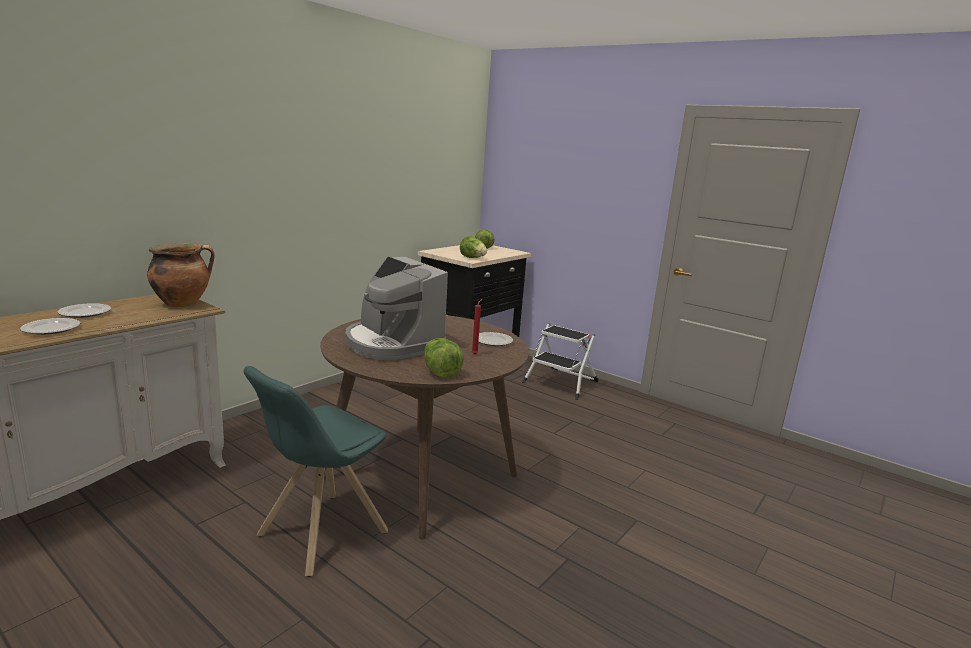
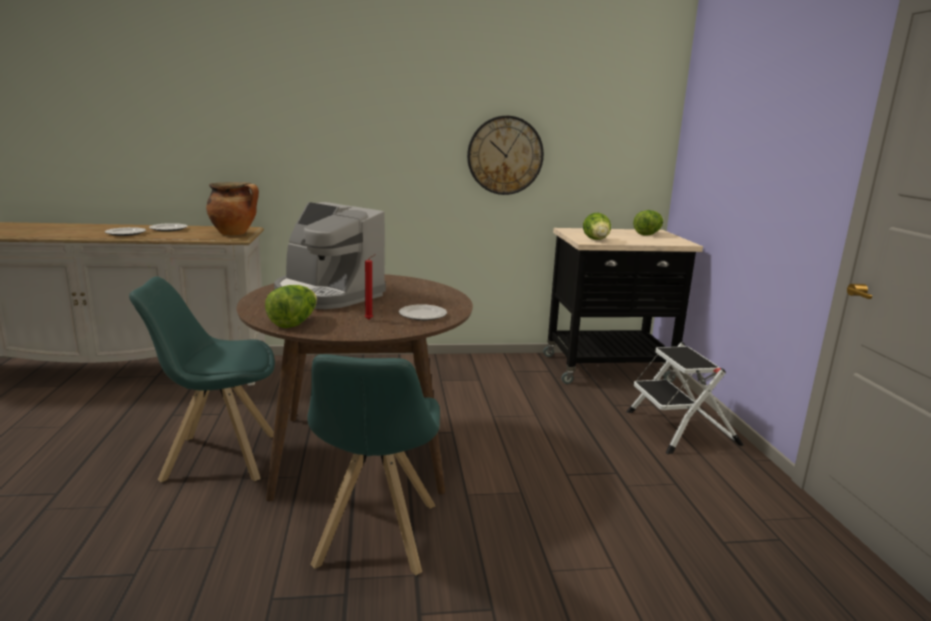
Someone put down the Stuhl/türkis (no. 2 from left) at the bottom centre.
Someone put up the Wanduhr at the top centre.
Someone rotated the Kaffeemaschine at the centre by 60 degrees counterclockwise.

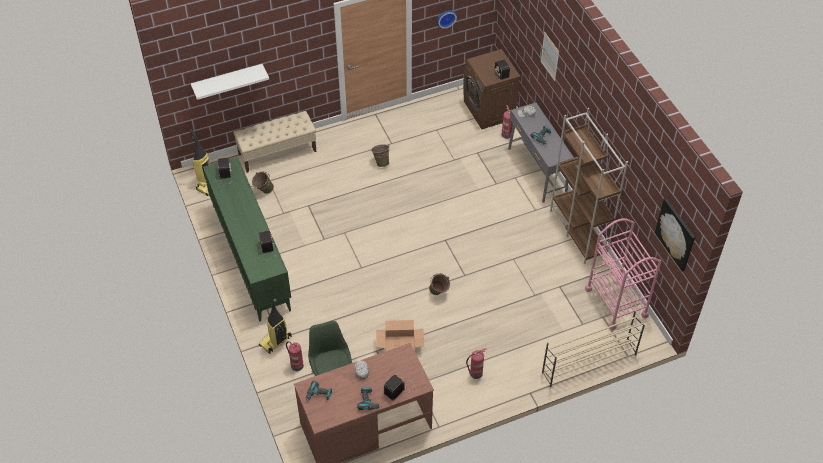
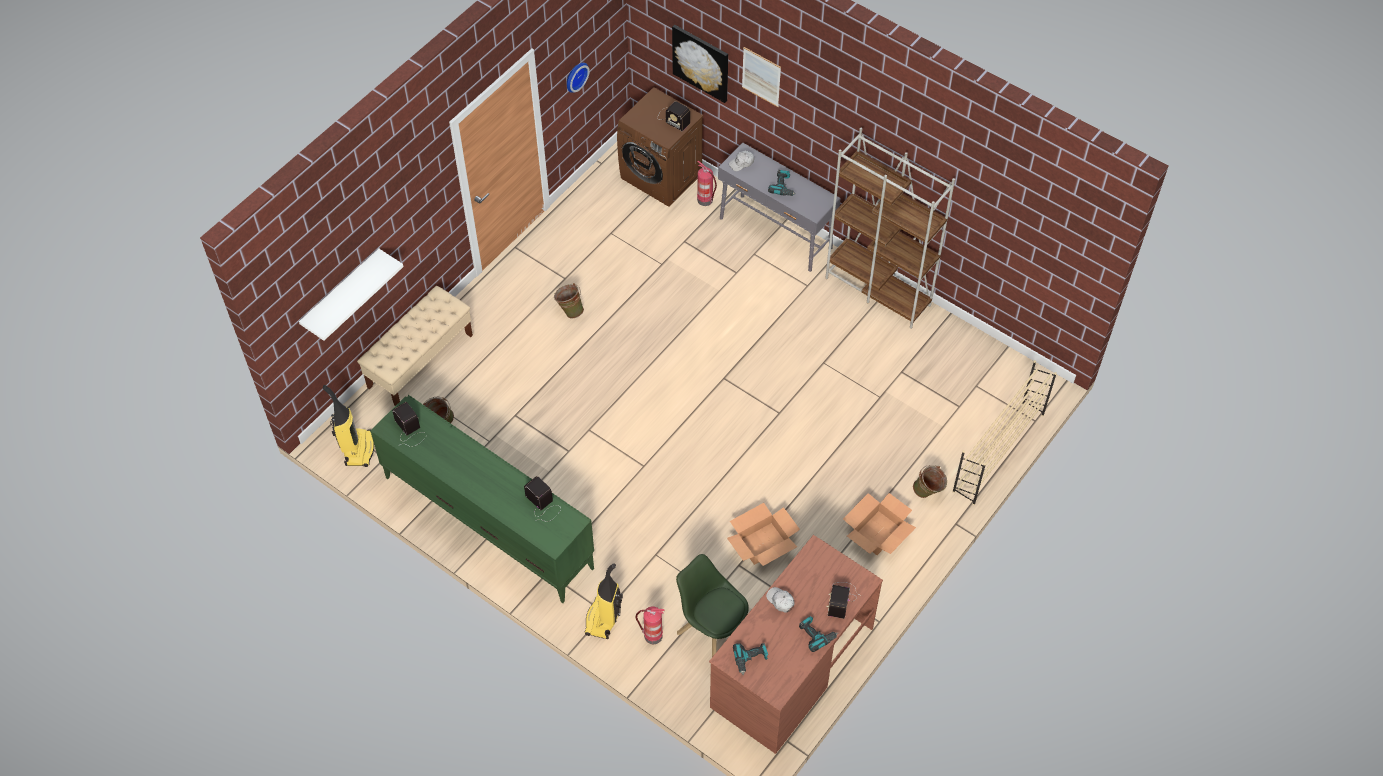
Someone took away the Rollwagen/rosa at the middle right.
Someone carried the Eimer/grün (no. 3 from left) from the centre to the middle right.
Someone carried the Bild (no. 2 from left in the first image) from the middle right to the top centre.
Someone swapped the Feuerlöscher (no. 2 from left) at the bottom centre for the Karton (no. 2 from left) at the bottom centre.

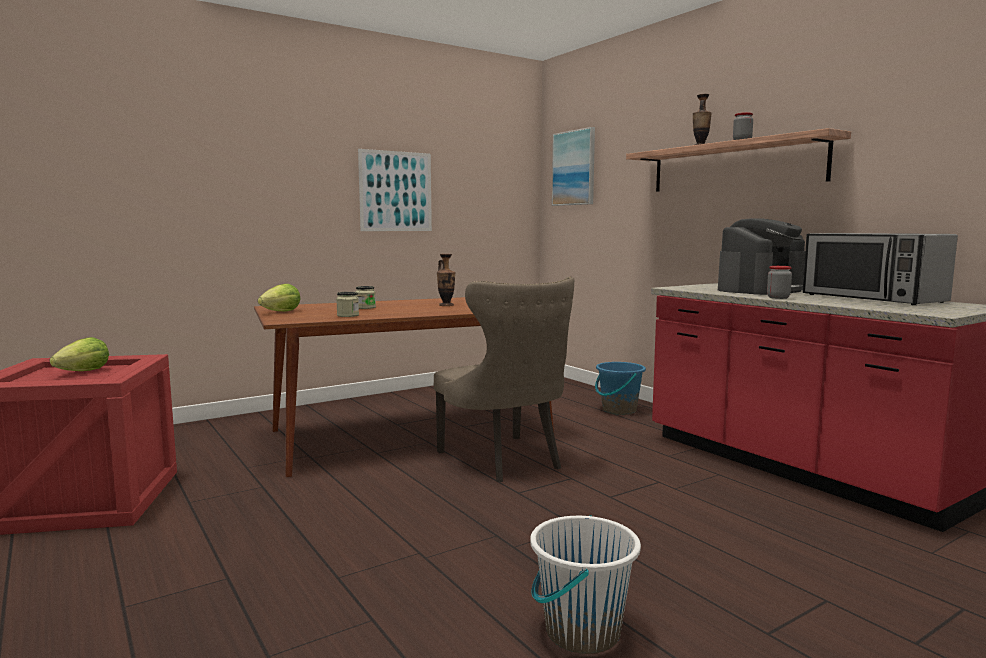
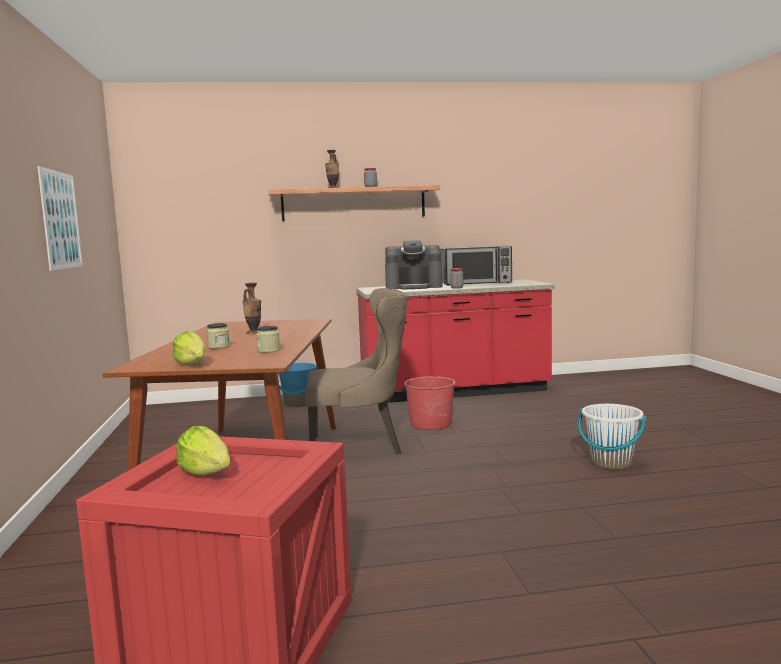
Someone took away the Bild (no. 2 from left) at the top centre.
Someone put down the Eimer/rot at the centre.
Someone rotated the Kaffeemaschine at the middle right by 105 degrees clockwise.

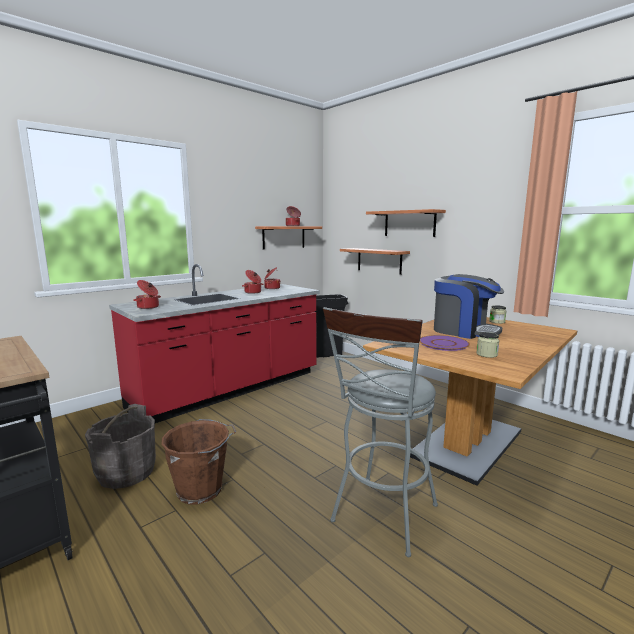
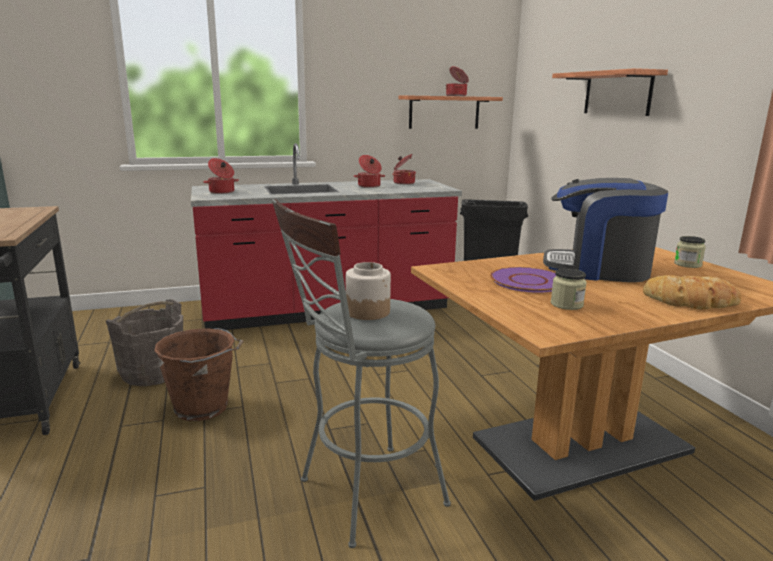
Someone took away the Wandregal (no. 2 from left) at the centre.
Someone put down the Vorratsglas (no. 1 from left) at the centre.
Someone put down the Brot at the middle right.
Someone rotated the Kaffeemaschine at the middle right by 135 degrees clockwise.

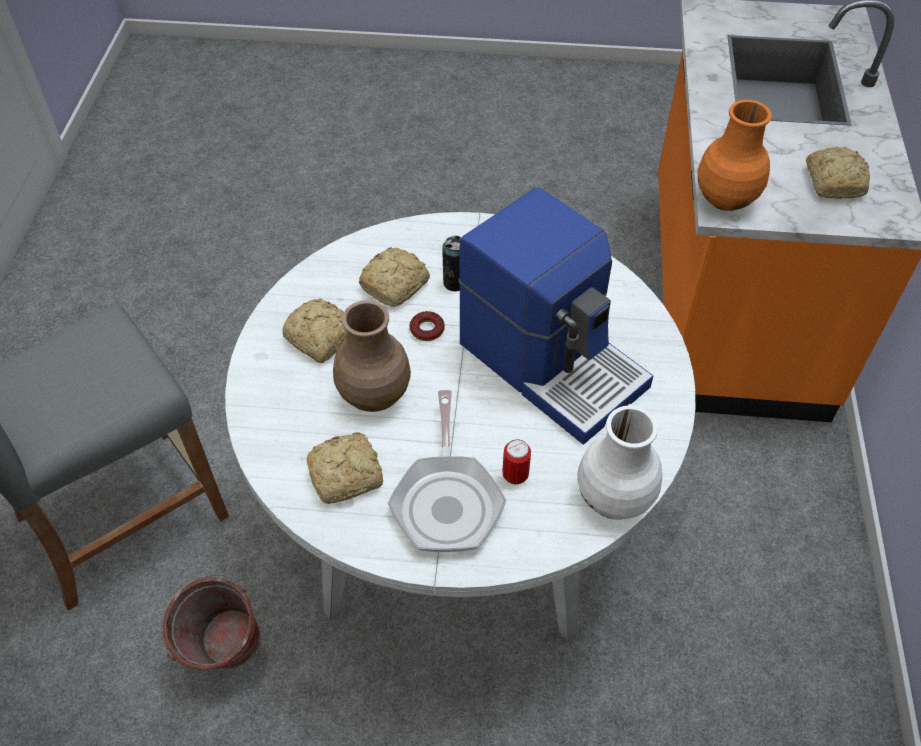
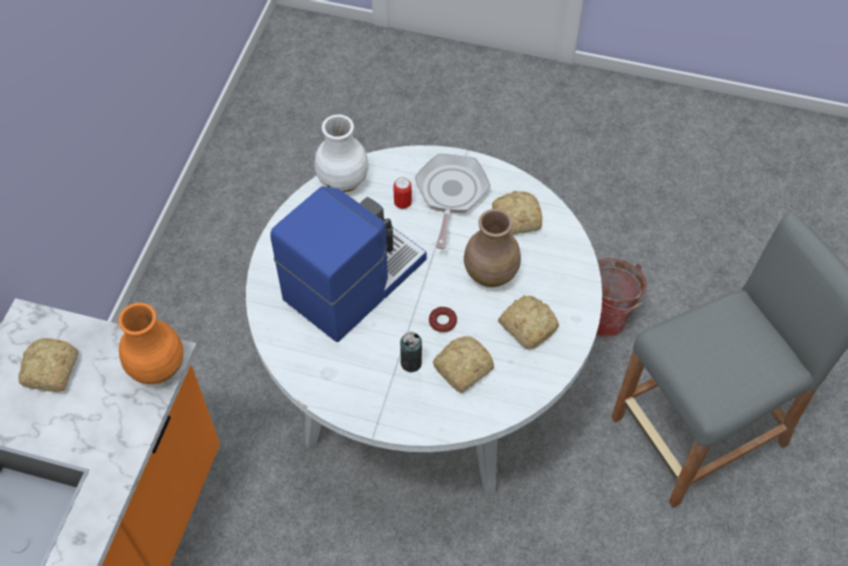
Someone rotated the Kaffeemaschine at the centre by 75 degrees clockwise.

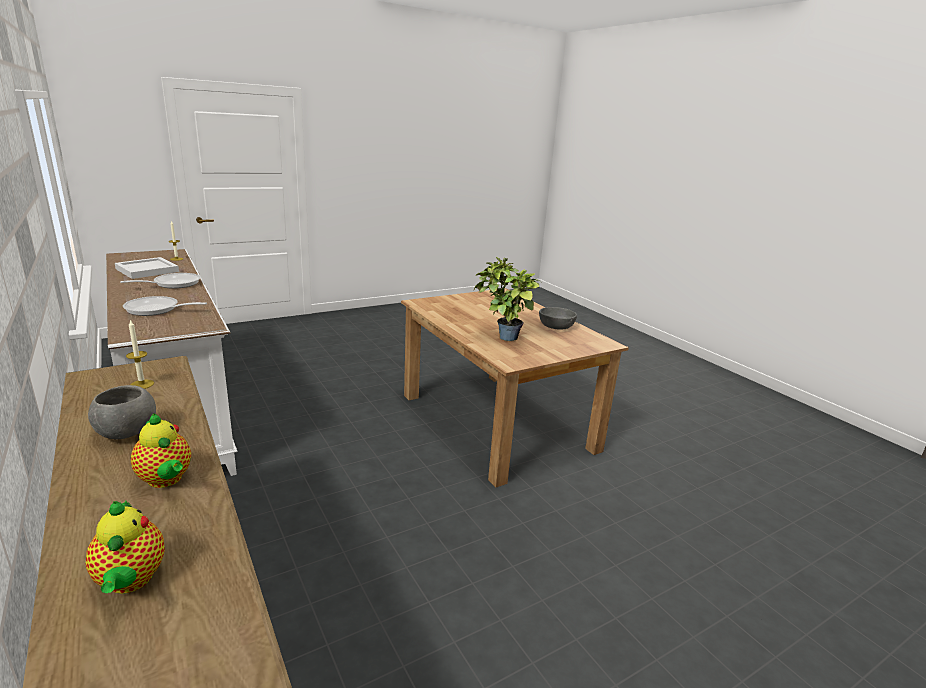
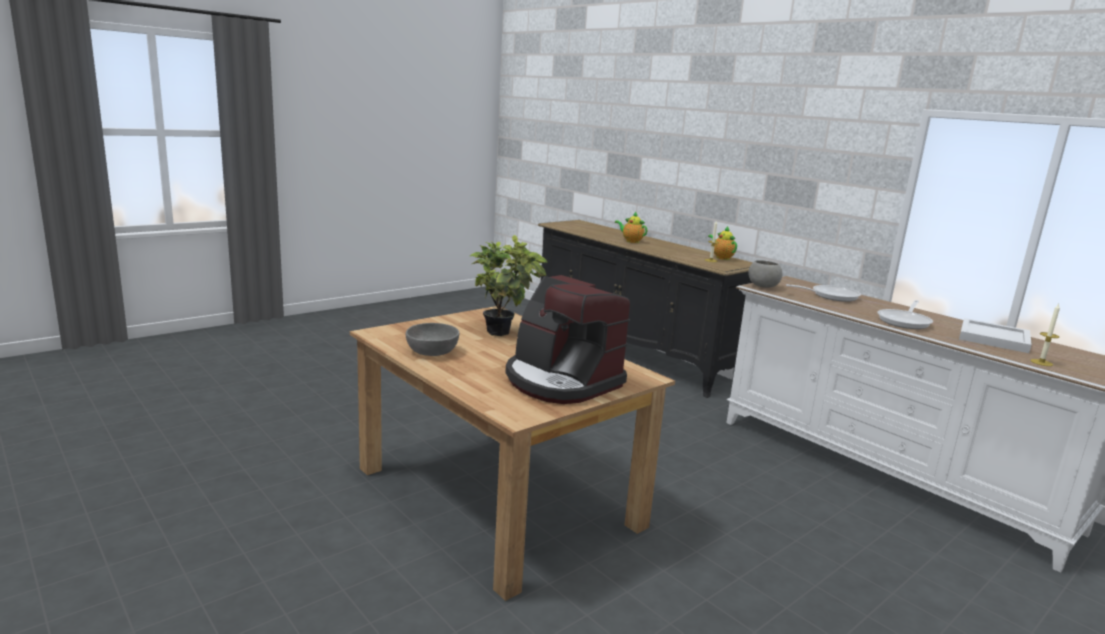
Someone put down the Kaffeemaschine at the centre.
Someone carried the Teekanne (no. 1 from left in the first image) from the bottom left to the centre.
Someone carried the Schüssel/grau (no. 1 from left in the first image) from the middle left to the middle right.

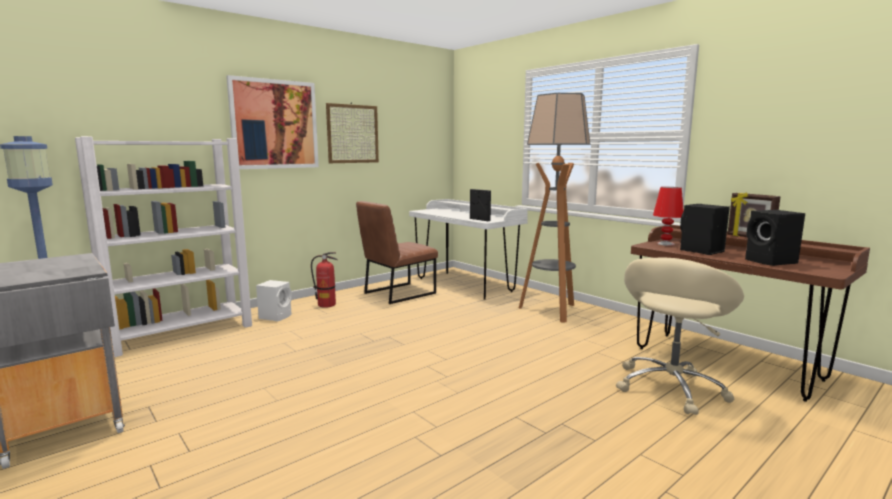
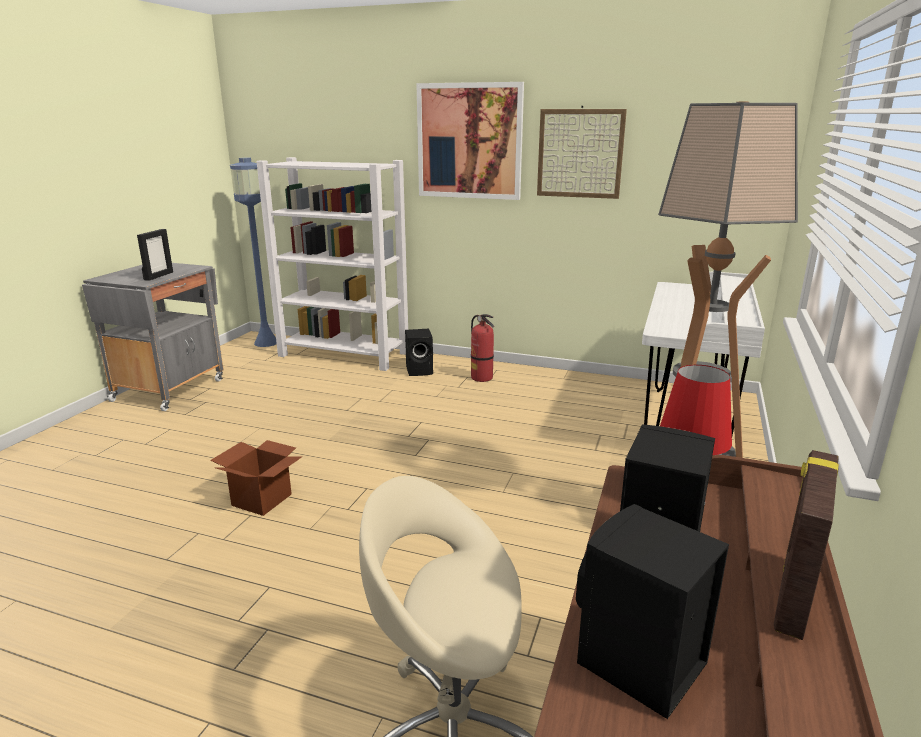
Someone took away the Stuhl/braun at the centre.
Someone put down the Karton at the middle left.
Someone carried the Bilderrahmen (no. 1 from left) from the centre to the middle left.
Someone repainted the Lautsprecher/weiß at the middle left, which became the Lautsprecher/schwarz (no. 1 from left) at the centre.

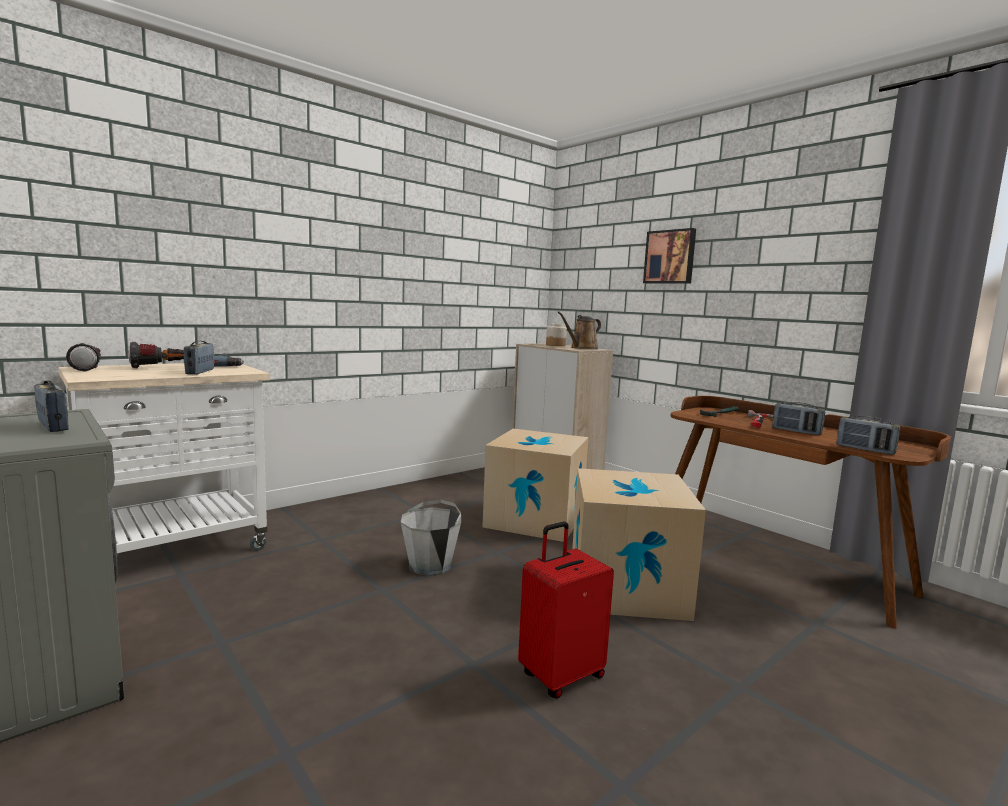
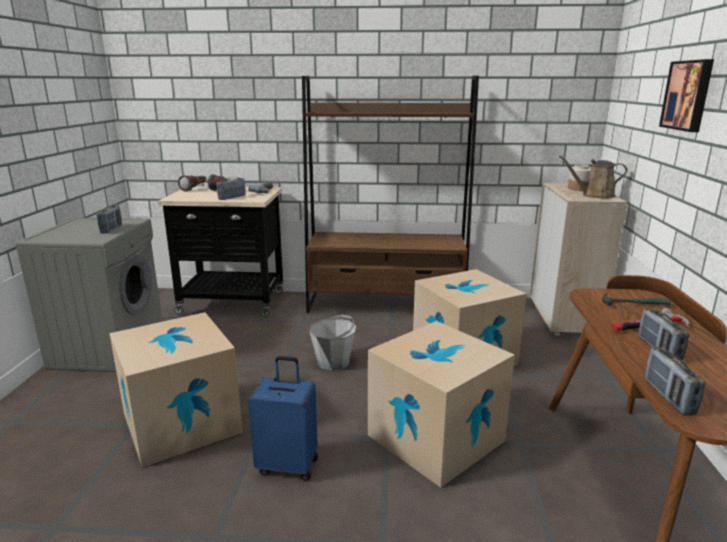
Someone put down the Karton (no. 1 from left) at the bottom left.
Someone put down the Bücherregal/braun at the centre.
Someone repainted the Rollwagen/weiß at the middle left, which became the Rollwagen/schwarz at the middle left.
Someone repainted the Koffer/rot at the bottom centre, which became the Koffer/blau at the bottom centre.

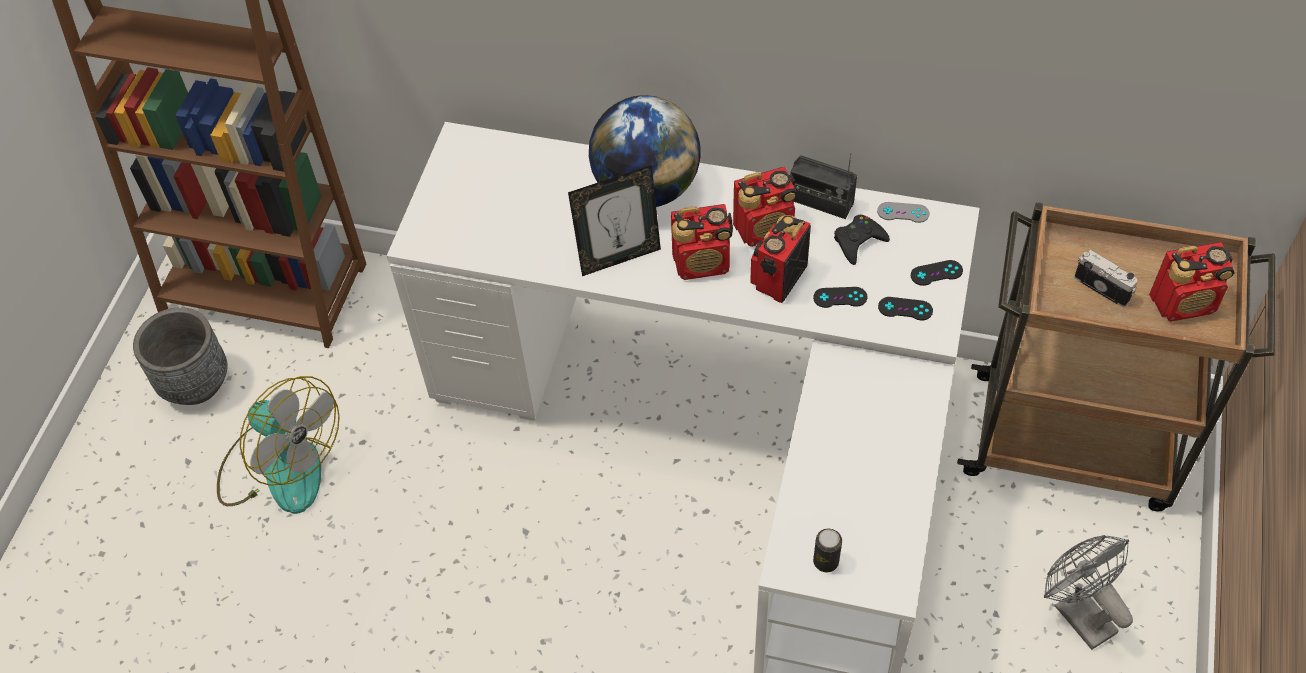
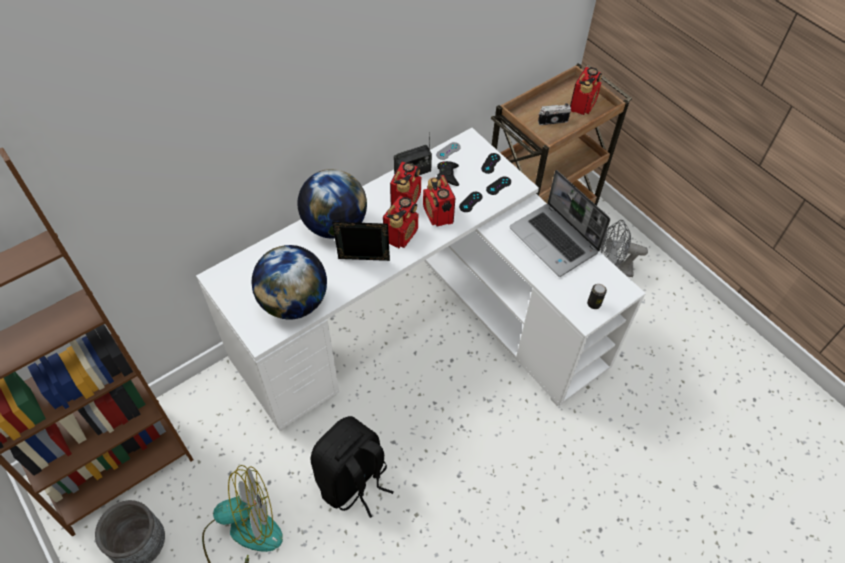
Someone put down the Globus (no. 1 from left) at the centre.
Someone put down the Rucksack/schwarz at the bottom centre.
Someone put down the Laptop at the centre.
Someone rotated the Bilderrahmen at the top centre by 105 degrees counterclockwise.

